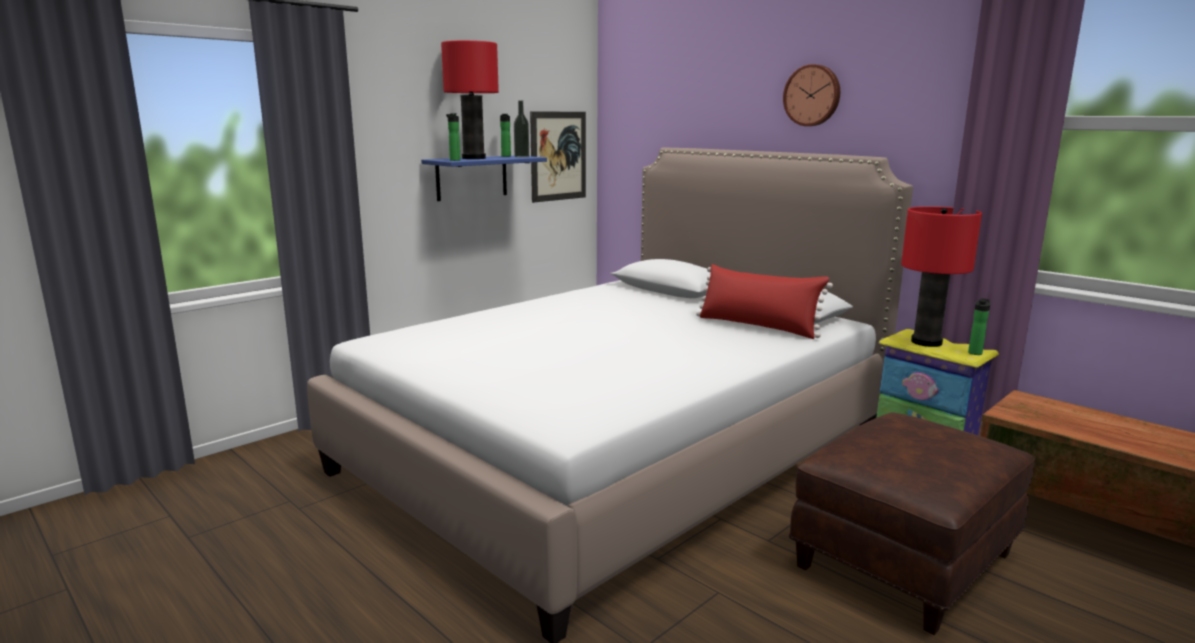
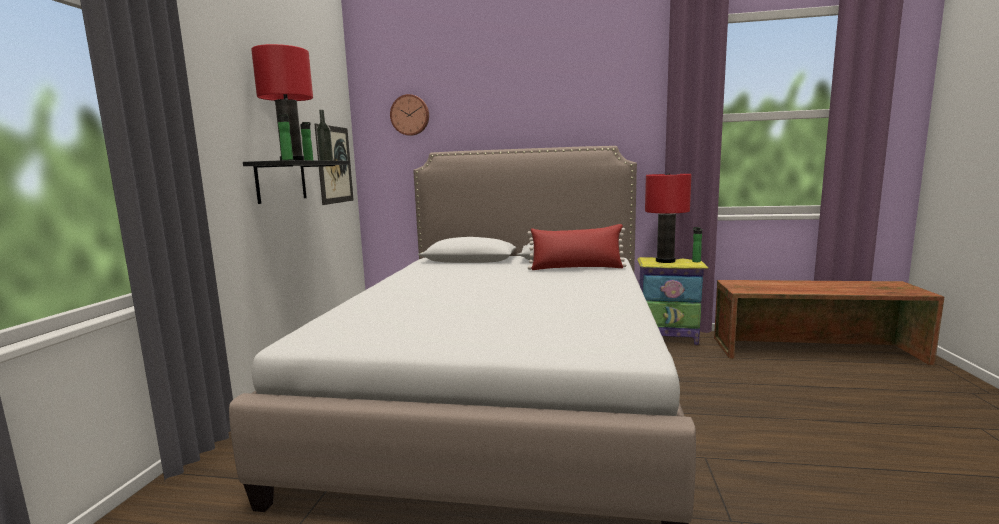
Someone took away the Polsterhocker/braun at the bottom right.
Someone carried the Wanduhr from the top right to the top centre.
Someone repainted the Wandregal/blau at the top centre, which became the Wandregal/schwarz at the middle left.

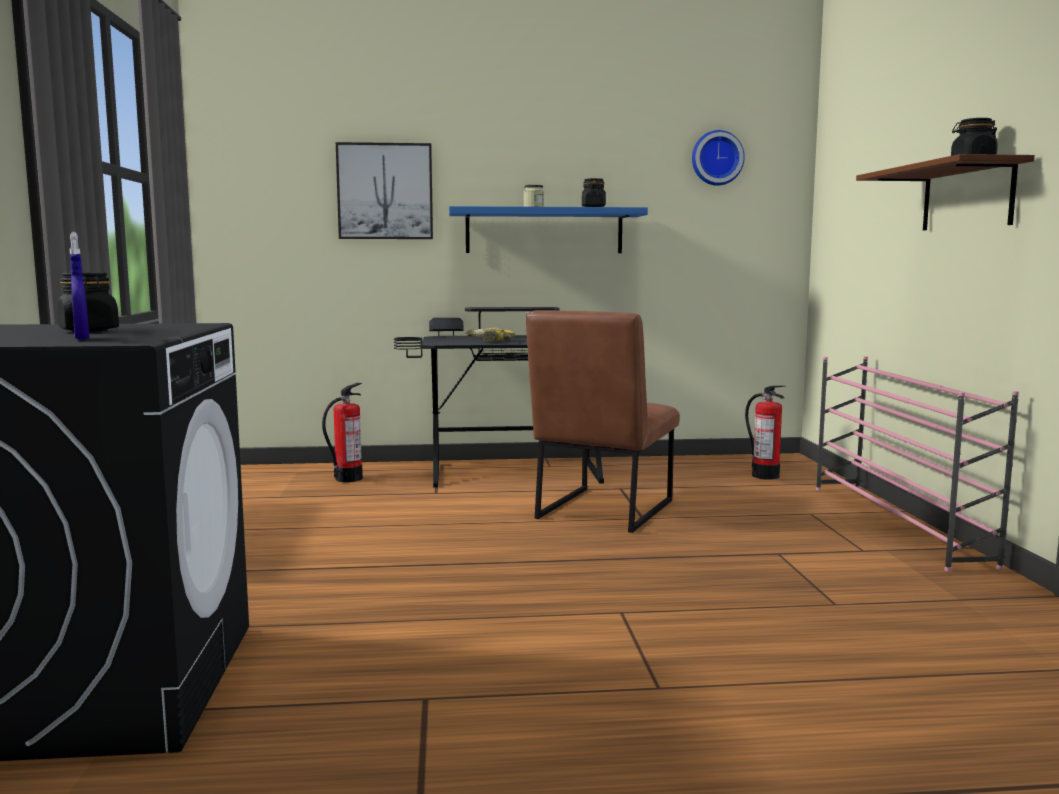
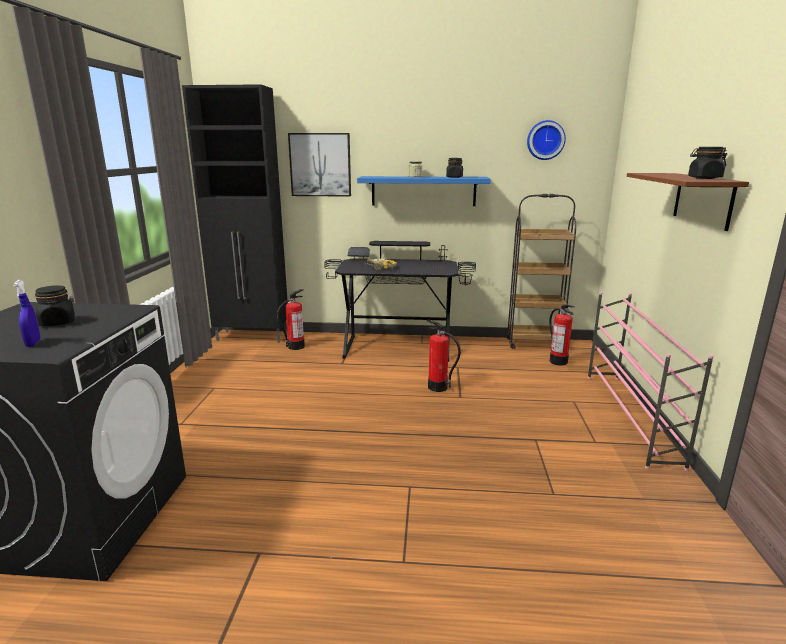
Someone put down the Schrank/schwarz at the top left.
Someone put down the Rollwagen/braun at the middle right.
Someone swapped the Stuhl/braun at the centre for the Feuerlöscher (no. 2 from left) at the centre.

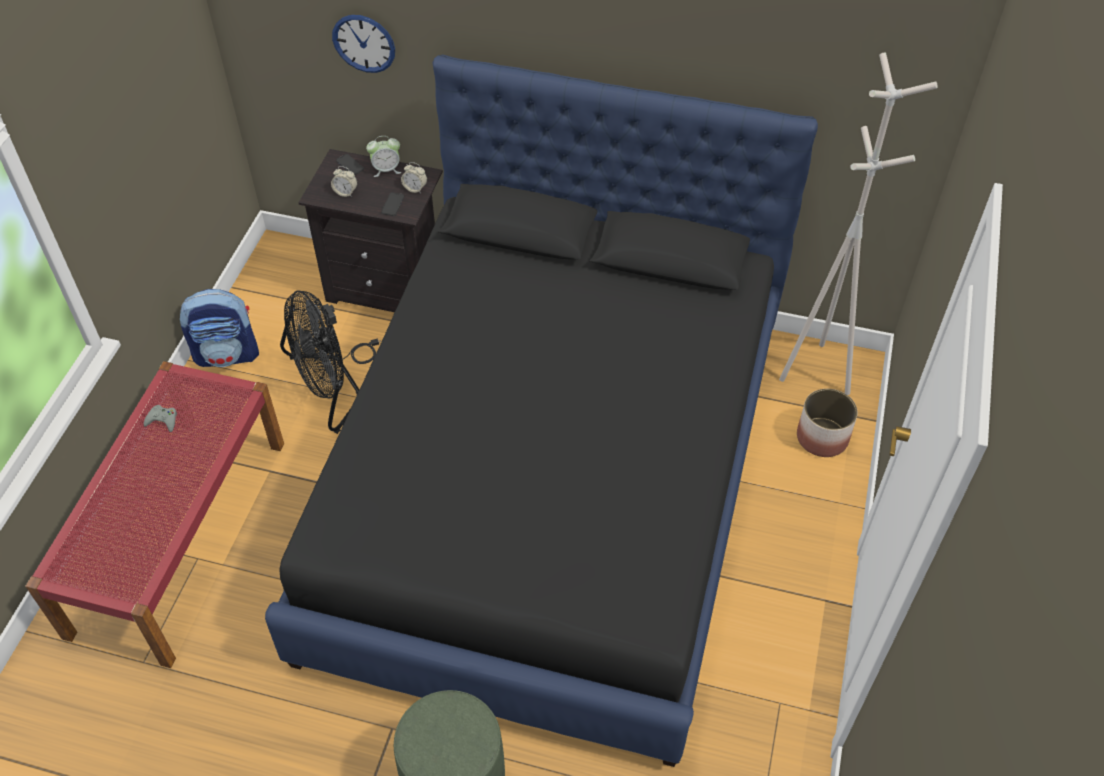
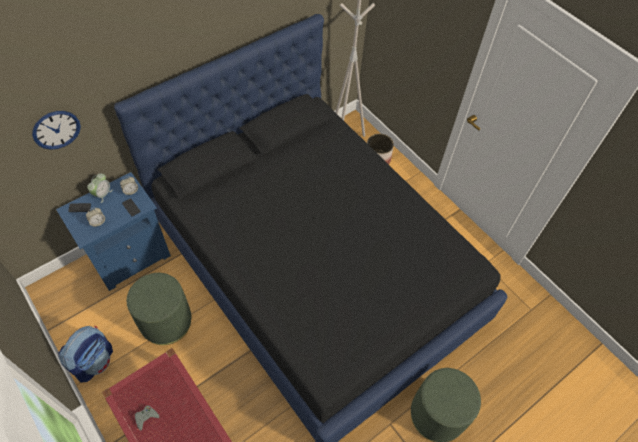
Someone swapped the Ventilator/schwarz at the middle left for the Polsterhocker/grün (no. 1 from left) at the bottom left.
Someone repainted the Nachttisch/schwarz at the top centre, which became the Nachttisch/blau at the middle left.

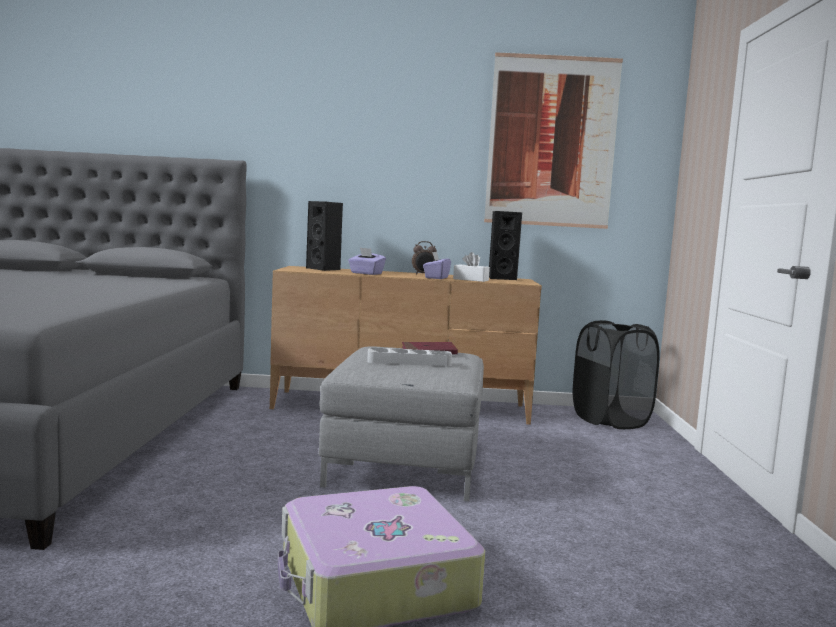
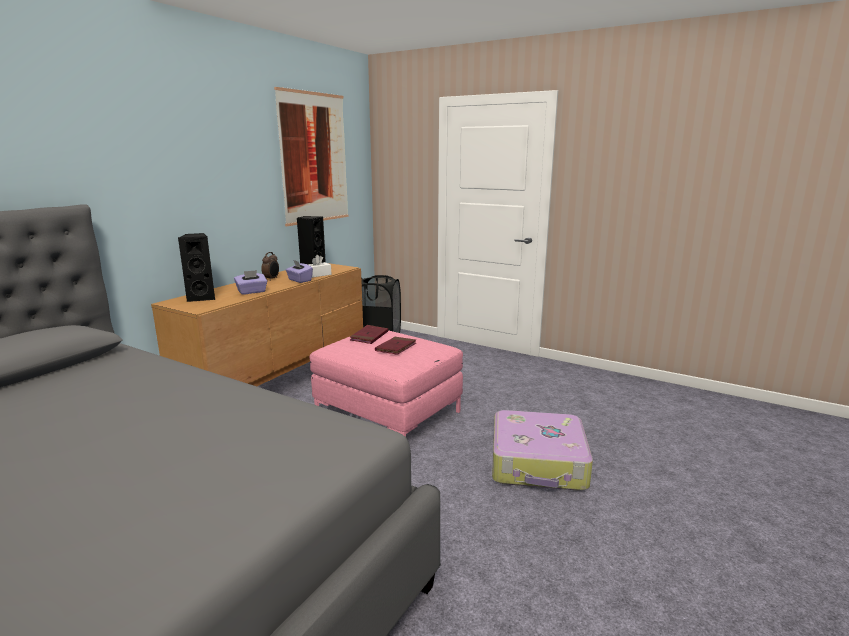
Someone swapped the Tablett/grau at the centre for the Buch/rot (no. 2 from left) at the centre.
Someone repainted the Polsterhocker/grau at the bottom centre, which became the Polsterhocker/rosa at the centre.

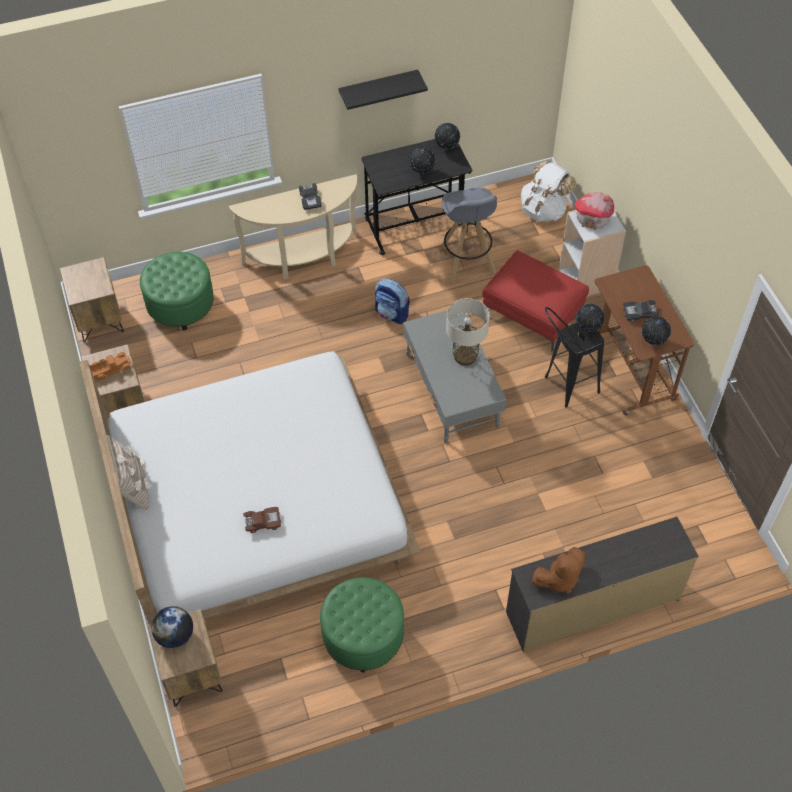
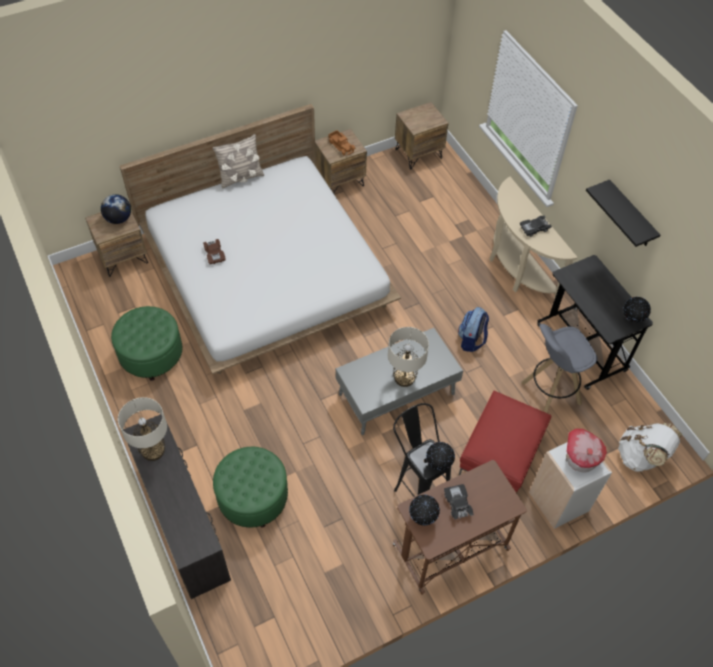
Someone took away the Globus (no. 2 from left) at the top centre.
Someone carried the Polsterhocker/grün (no. 1 from left in the first image) from the middle left to the bottom centre.
Someone swapped the Plüschtier/braun at the bottom right for the Tischlampe (no. 1 from left) at the middle left.

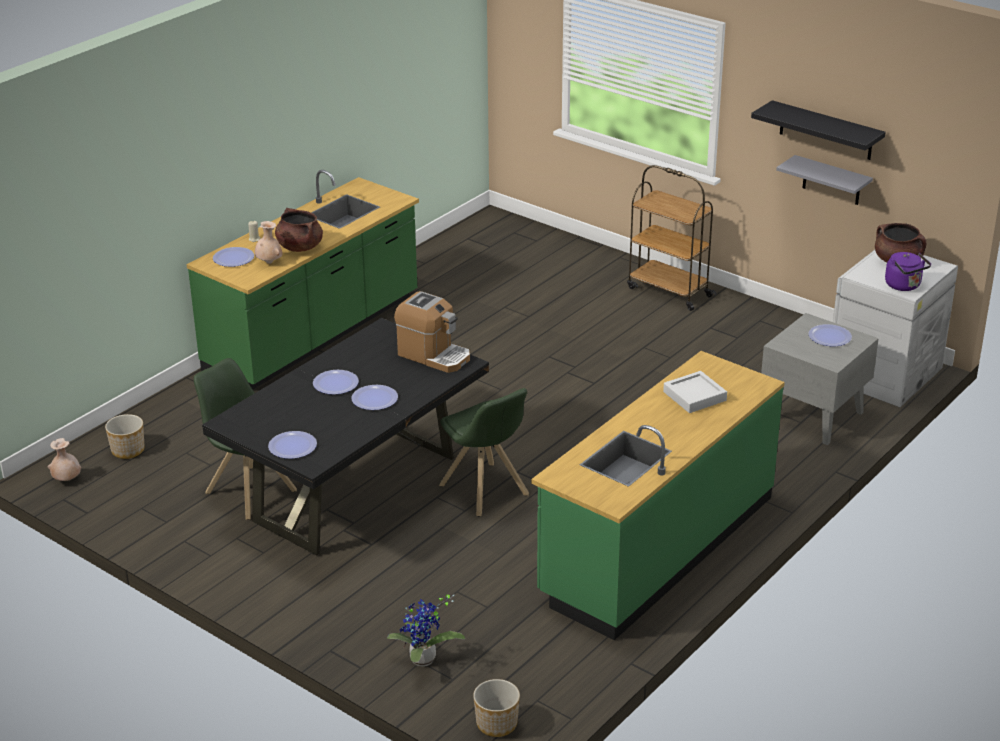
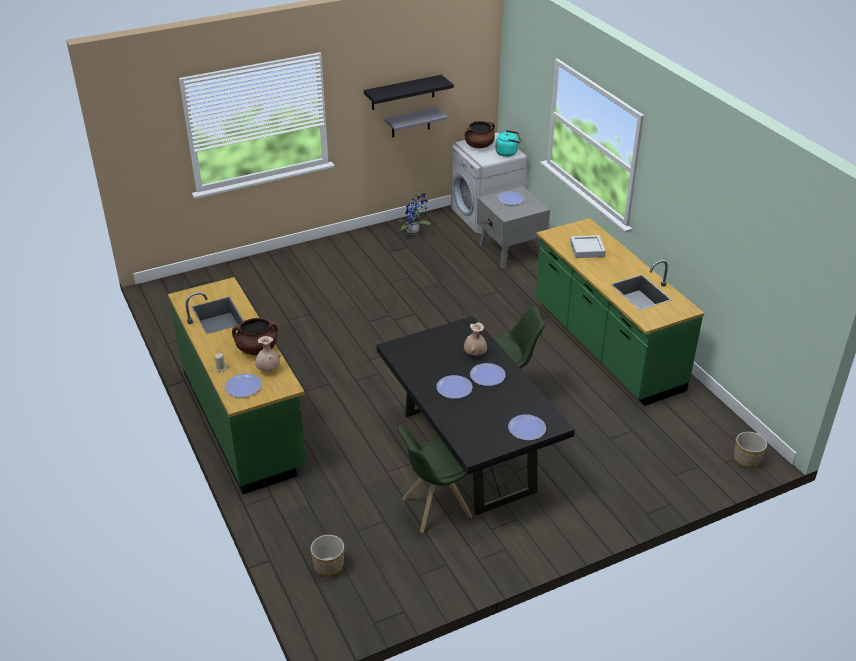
Someone took away the Kaffeemaschine at the centre.
Someone took away the Rollwagen/braun at the top right.
Someone carried the Vase/beige (no. 1 from left in the first image) from the middle left to the centre.
Someone carried the Topfpflanze from the bottom centre to the top centre.
Someone repainted the Wasserkessel/lila at the middle right, which became the Wasserkessel/türkis at the top centre.

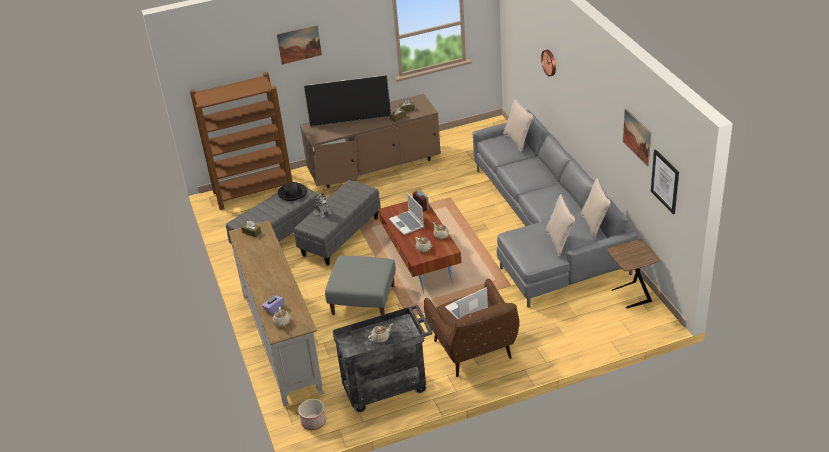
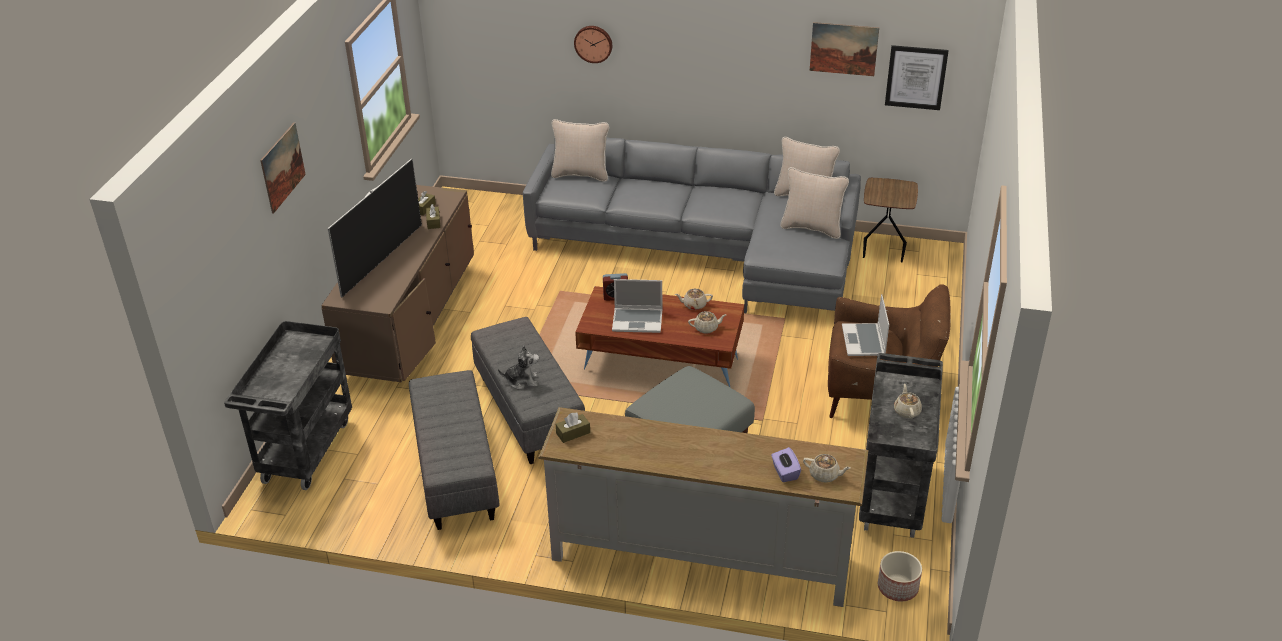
Someone took away the Hut/schwarz at the centre.
Someone swapped the Bücherregal/braun at the top left for the Rollwagen/schwarz (no. 1 from left) at the middle left.

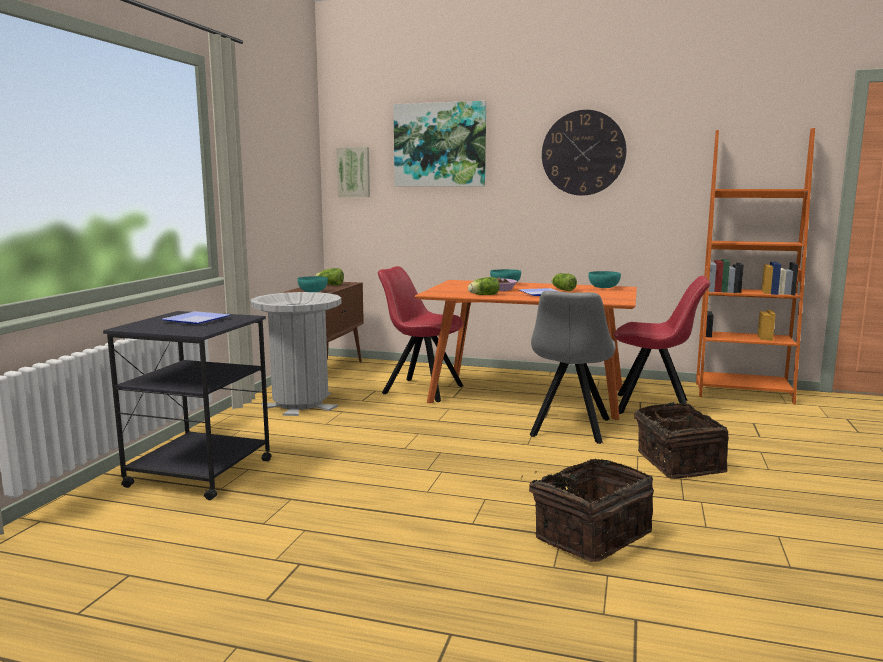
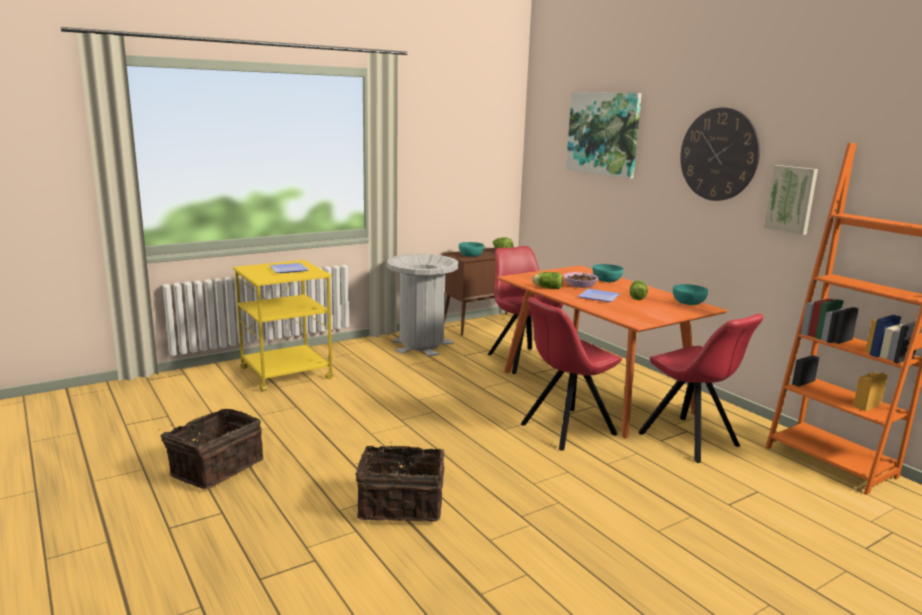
Someone carried the Bild (no. 1 from left in the first image) from the top centre to the top right.
Someone carried the Korb (no. 2 from left in the first image) from the middle right to the bottom left.
Someone repainted the Rollwagen/schwarz at the middle left, which became the Rollwagen/gelb at the middle left.
Someone repainted the Stuhl/grau at the centre, which became the Stuhl/rot (no. 2 from left) at the centre.

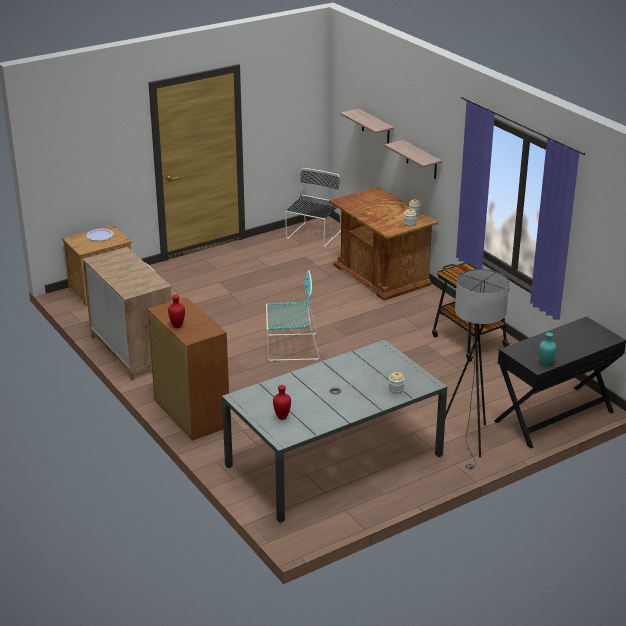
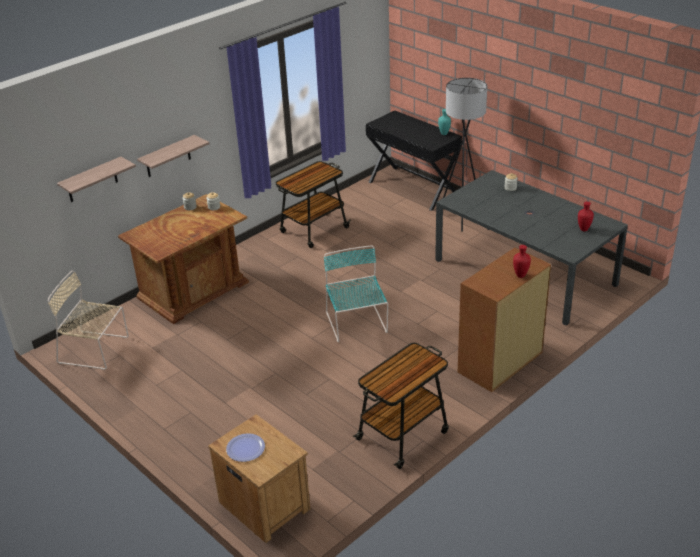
Someone swapped the Kommode at the middle left for the Rollwagen (no. 2 from left) at the bottom centre.
Someone repainted the Stuhl/schwarz at the top centre, which became the Stuhl/beige at the middle left.

